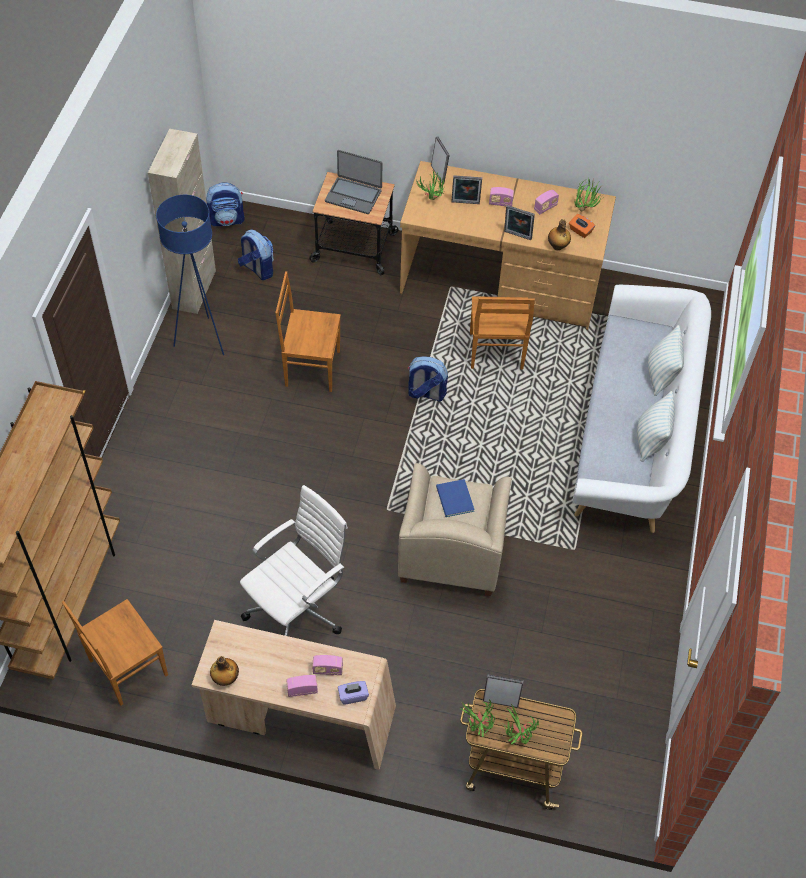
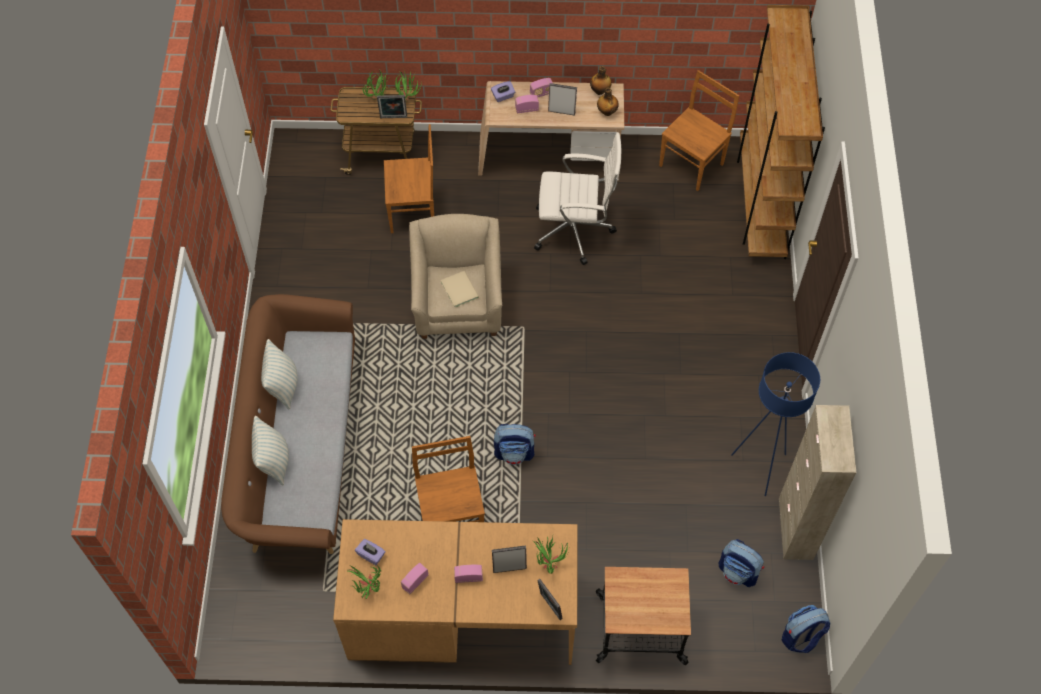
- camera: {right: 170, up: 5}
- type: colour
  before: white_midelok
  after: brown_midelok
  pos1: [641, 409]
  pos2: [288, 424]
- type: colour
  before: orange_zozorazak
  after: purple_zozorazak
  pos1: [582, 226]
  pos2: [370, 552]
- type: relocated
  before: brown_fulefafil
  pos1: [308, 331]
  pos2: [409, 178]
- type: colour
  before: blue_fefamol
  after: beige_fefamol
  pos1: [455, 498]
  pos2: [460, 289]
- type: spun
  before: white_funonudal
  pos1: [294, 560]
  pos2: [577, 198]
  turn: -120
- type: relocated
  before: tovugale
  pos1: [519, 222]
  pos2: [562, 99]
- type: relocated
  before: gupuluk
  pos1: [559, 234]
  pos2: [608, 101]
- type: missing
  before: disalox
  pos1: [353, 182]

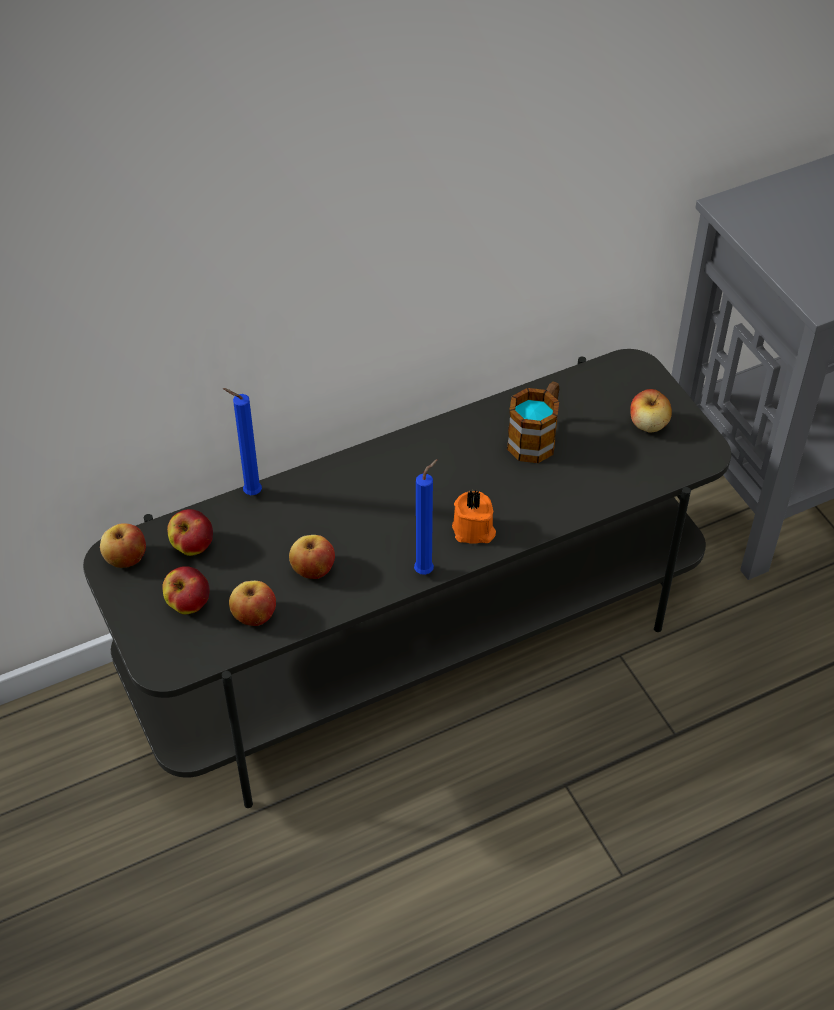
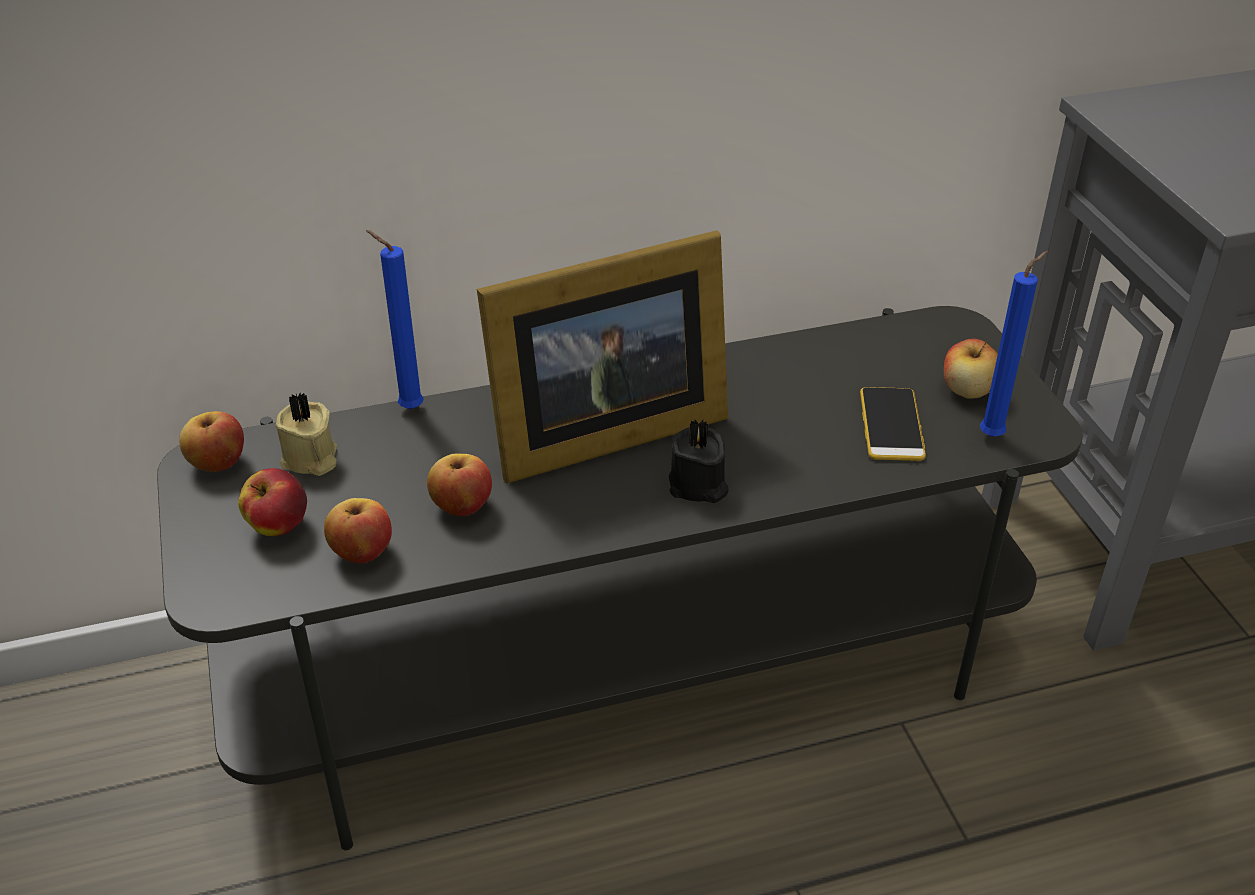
- camera: {right: 10, up: -10}
- type: exchanged
  before: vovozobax
  after: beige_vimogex
  pos1: [190, 532]
  pos2: [306, 434]
- type: appeared
  after: tovugale
  pos2: [602, 357]
- type: colour
  before: orange_vimogex
  after: black_vimogex
  pos1: [474, 517]
  pos2: [699, 461]
- type: appeared
  after: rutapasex
  pos2: [893, 424]
- type: relocated
  before: blue_vimogex
  pos1: [426, 517]
  pos2: [1014, 344]
- type: missing
  before: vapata
  pos1: [533, 422]

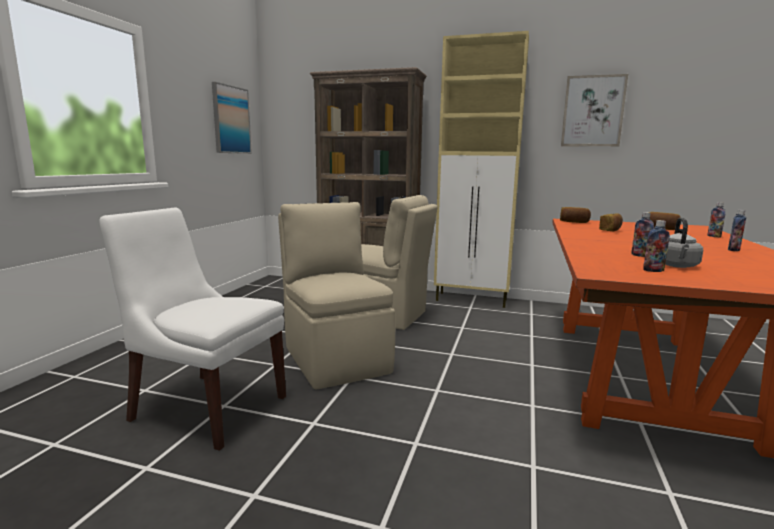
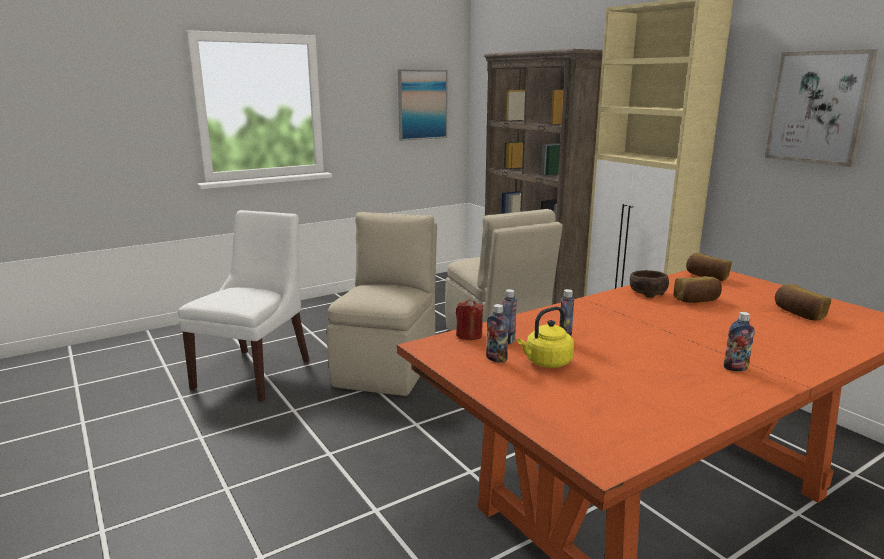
- camera: {right: 40, up: 5}
- type: spun
  before: white_fulefafil
  pos1: [192, 329]
  pos2: [244, 306]
  turn: 45
- type: appeared
  after: red_vimogex
  pos2: [470, 319]
- type: relocated
  before: gupuluk
  pos1: [716, 220]
  pos2: [510, 316]
- type: colour
  before: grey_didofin
  after: yellow_didofin
  pos1: [684, 243]
  pos2: [546, 337]
- type: appeared
  after: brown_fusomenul
  pos2: [649, 284]

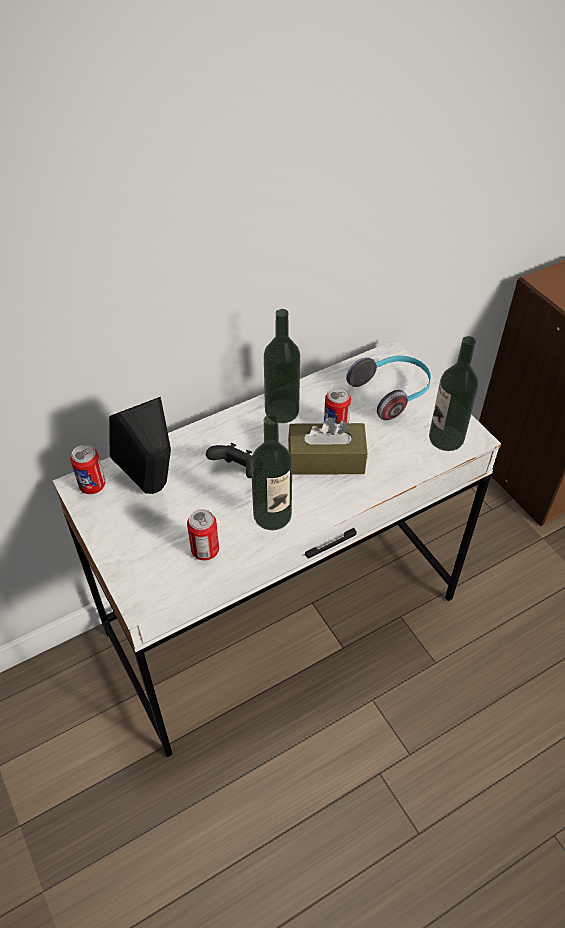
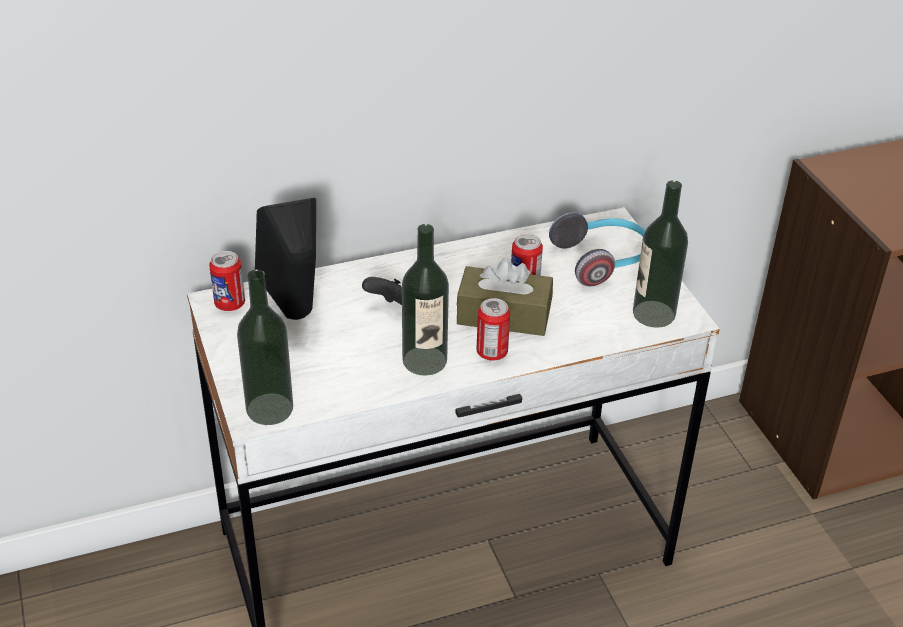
- camera: {right: 10, up: -10}
- type: relocated
  before: gupuluk
  pos1: [282, 366]
  pos2: [265, 347]
- type: relocated
  before: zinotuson
  pos1: [203, 535]
  pos2: [493, 329]

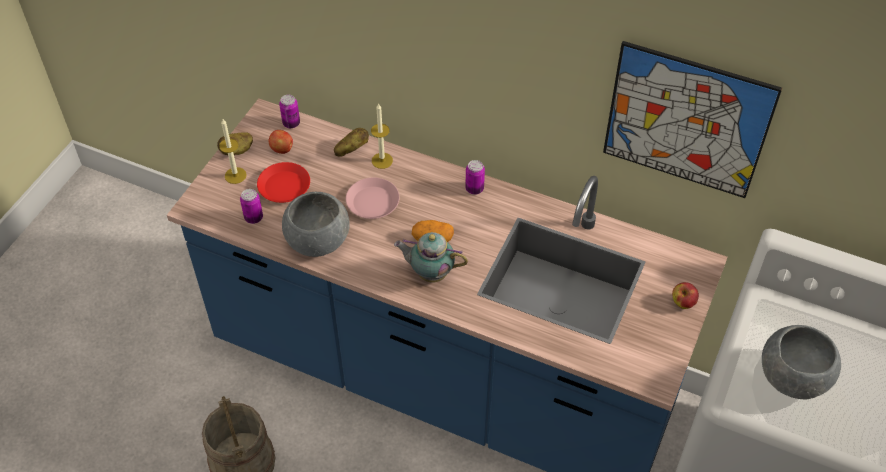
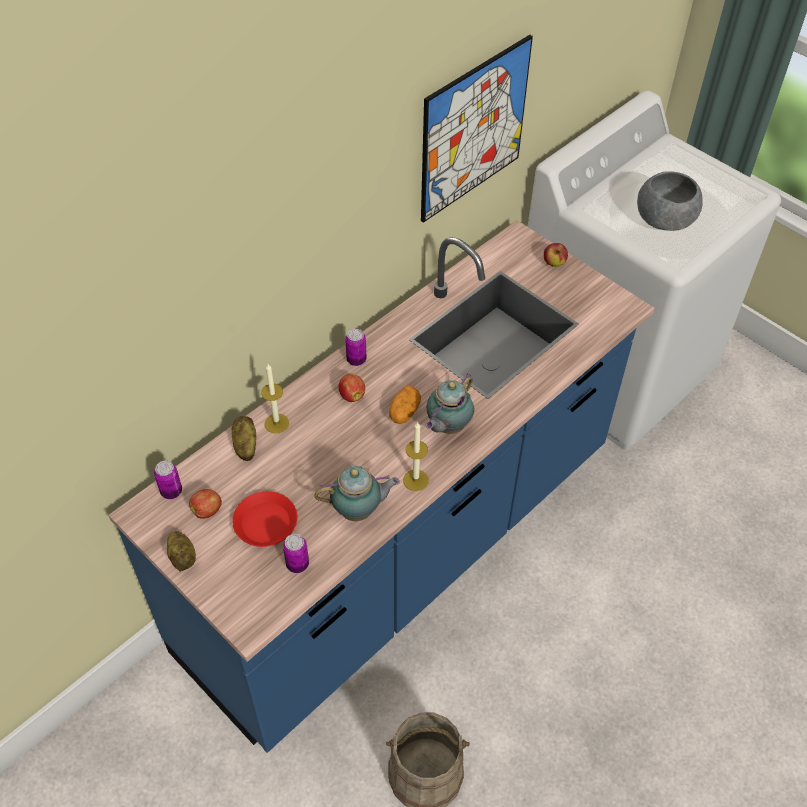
- camera: {right: -70, up: 0}
- type: exchanged
  before: grey_fusomenul
  after: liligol
  pos1: [316, 224]
  pos2: [357, 493]
- type: appeared
  after: vovozobax
  pos2: [351, 387]
- type: relocated
  before: vimogex
  pos1: [233, 151]
  pos2: [416, 456]
- type: missing
  before: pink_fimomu
  pos1: [373, 198]

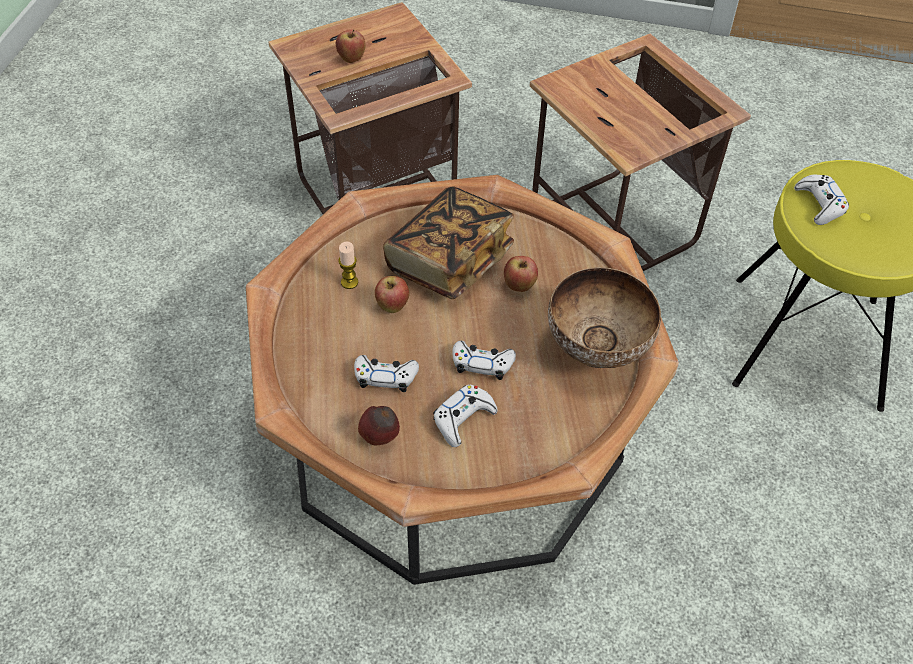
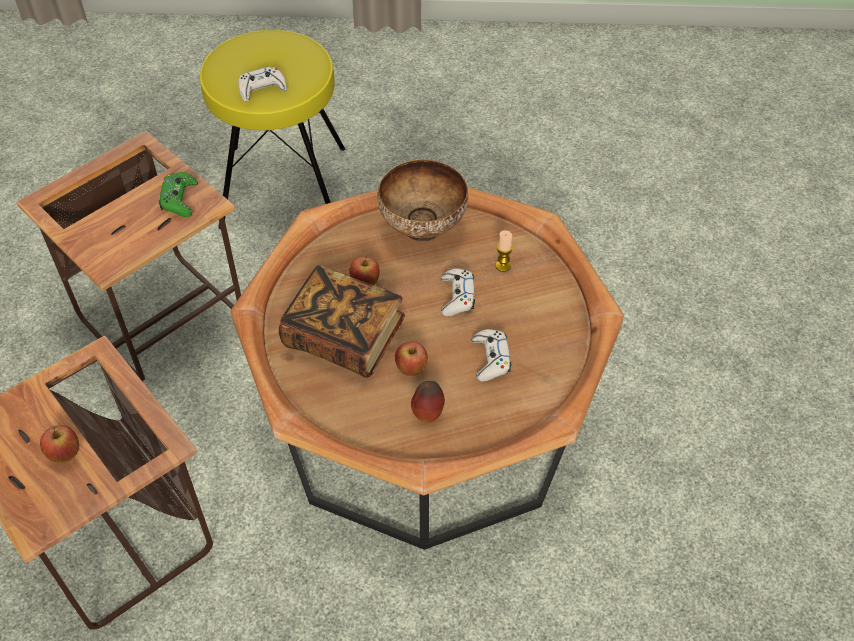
- camera: {right: -100, up: 0}
- type: appeared
  after: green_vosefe
  pos2: [178, 194]
- type: relocated
  before: vovozobax
  pos1: [379, 425]
  pos2: [428, 402]
- type: relocated
  before: vimogex
  pos1: [348, 265]
  pos2: [504, 251]
- type: missing
  before: white_vosefe
  pos1: [465, 415]

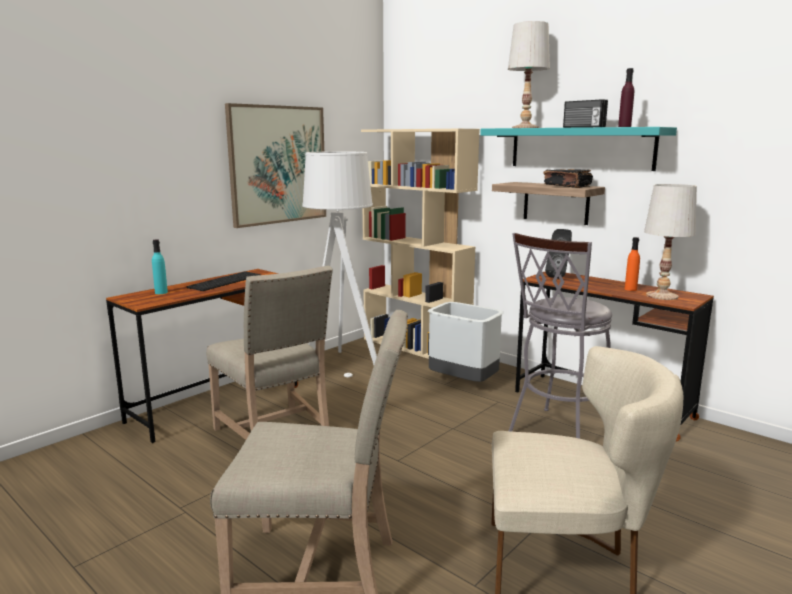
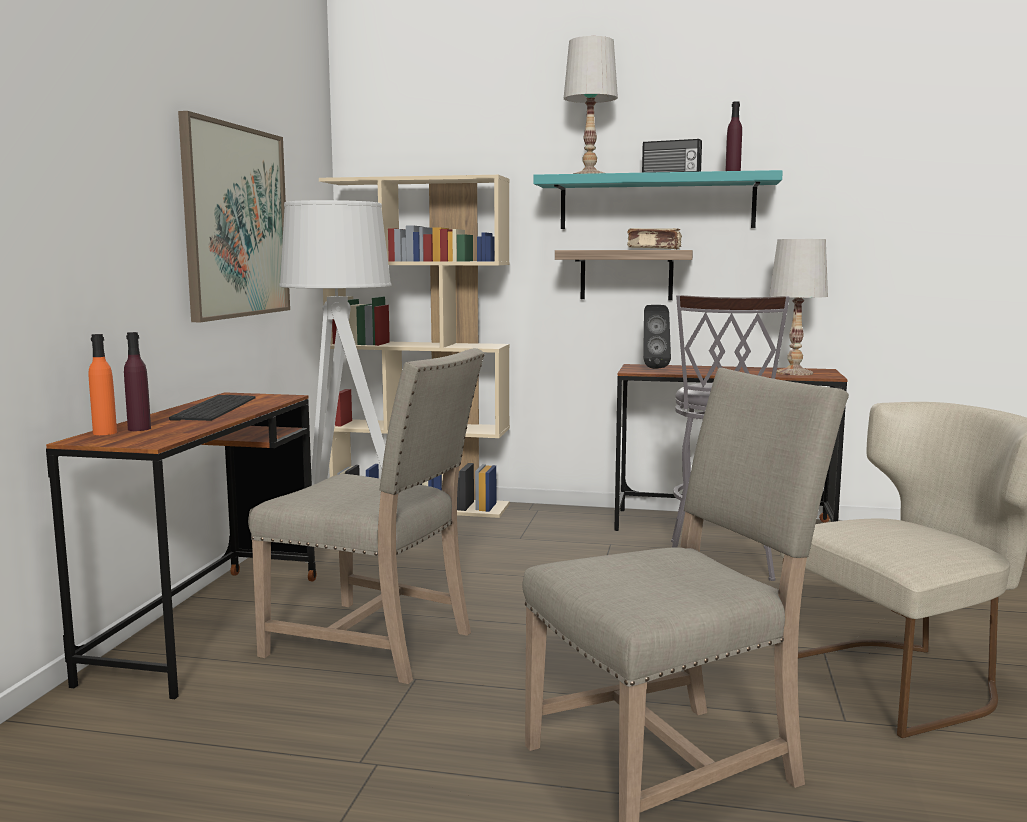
- camera: {right: -30, up: -5}
- type: relocated
  before: orange_gupuluk
  pos1: [632, 264]
  pos2: [102, 384]
- type: colour
  before: turquoise_gupuluk
  after: purple_gupuluk
  pos1: [160, 266]
  pos2: [137, 381]
- type: colour
  before: black_fefamol
  after: beige_fefamol
  pos1: [568, 178]
  pos2: [654, 239]
- type: missing
  before: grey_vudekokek
  pos1: [466, 342]

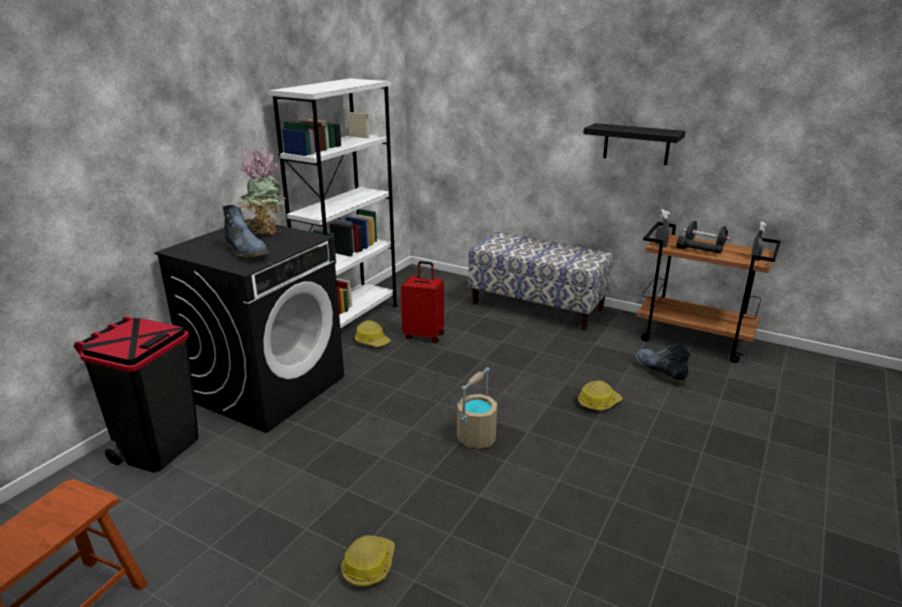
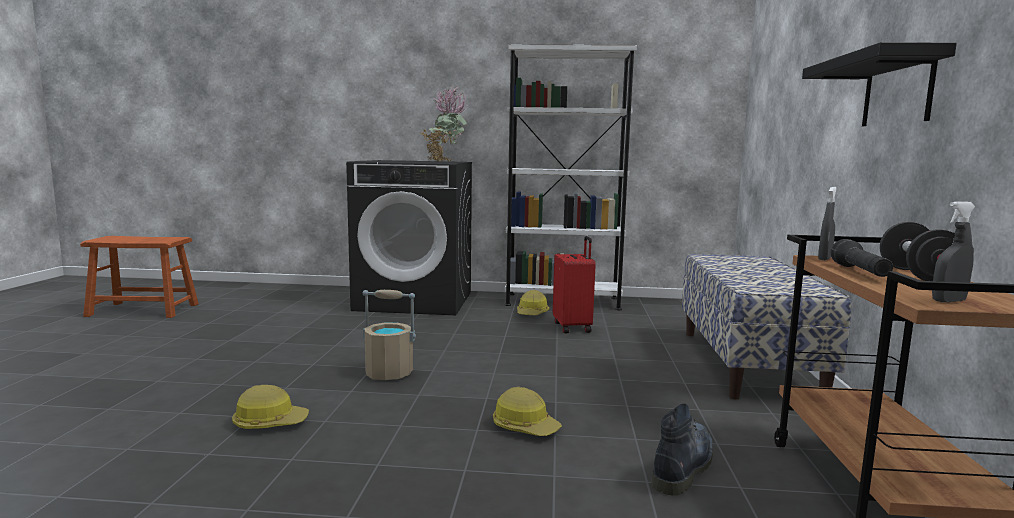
- camera: {right: 65, up: -15}
- type: relocated
  before: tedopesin
  pos1: [368, 561]
  pos2: [270, 407]
- type: missing
  before: black_vudekokek
  pos1: [136, 394]
- type: missing
  before: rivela
  pos1: [246, 232]

